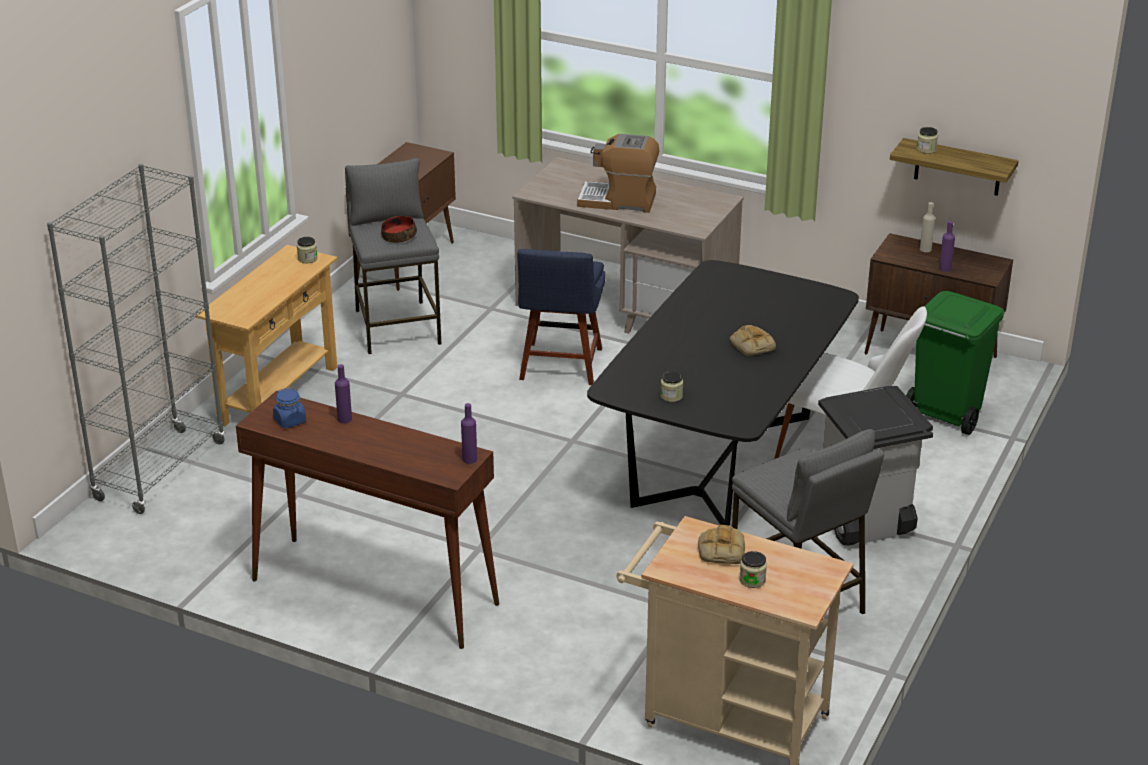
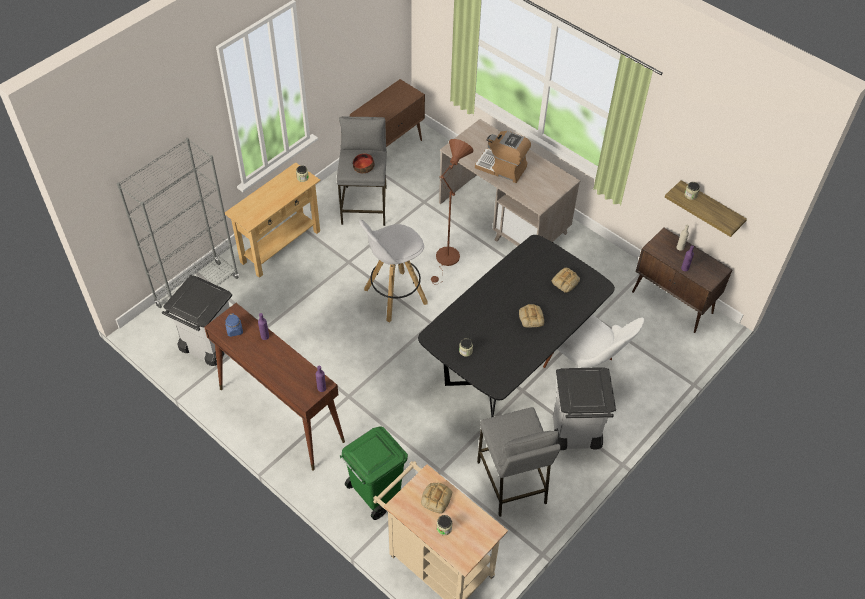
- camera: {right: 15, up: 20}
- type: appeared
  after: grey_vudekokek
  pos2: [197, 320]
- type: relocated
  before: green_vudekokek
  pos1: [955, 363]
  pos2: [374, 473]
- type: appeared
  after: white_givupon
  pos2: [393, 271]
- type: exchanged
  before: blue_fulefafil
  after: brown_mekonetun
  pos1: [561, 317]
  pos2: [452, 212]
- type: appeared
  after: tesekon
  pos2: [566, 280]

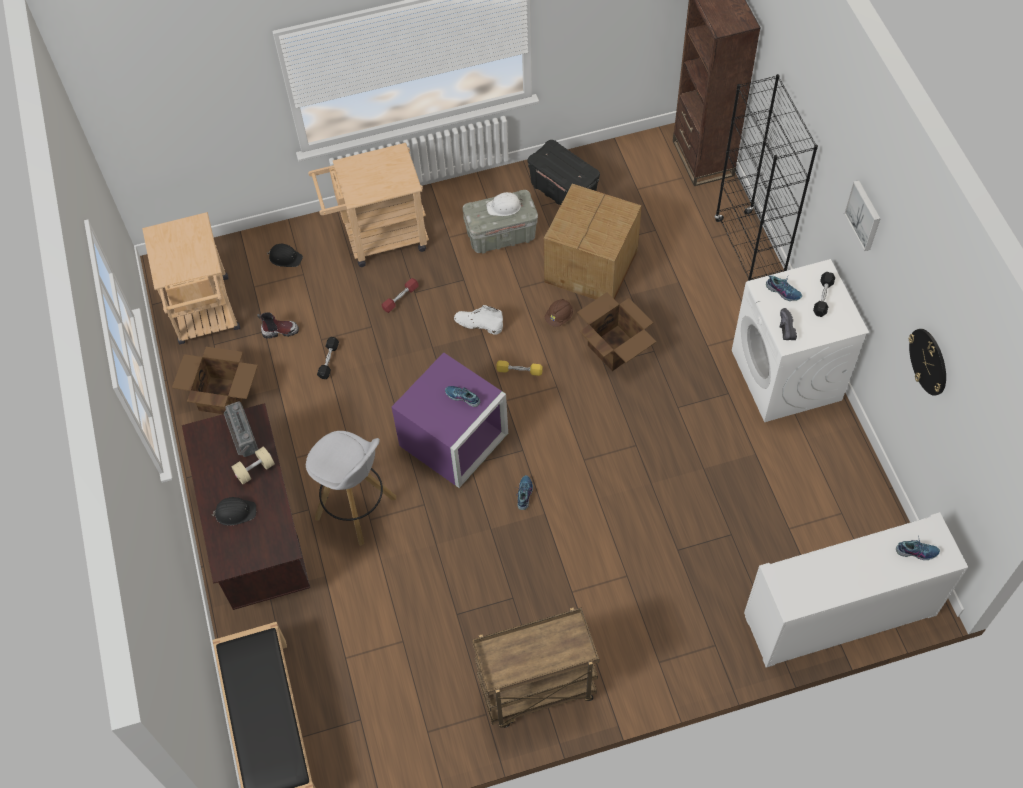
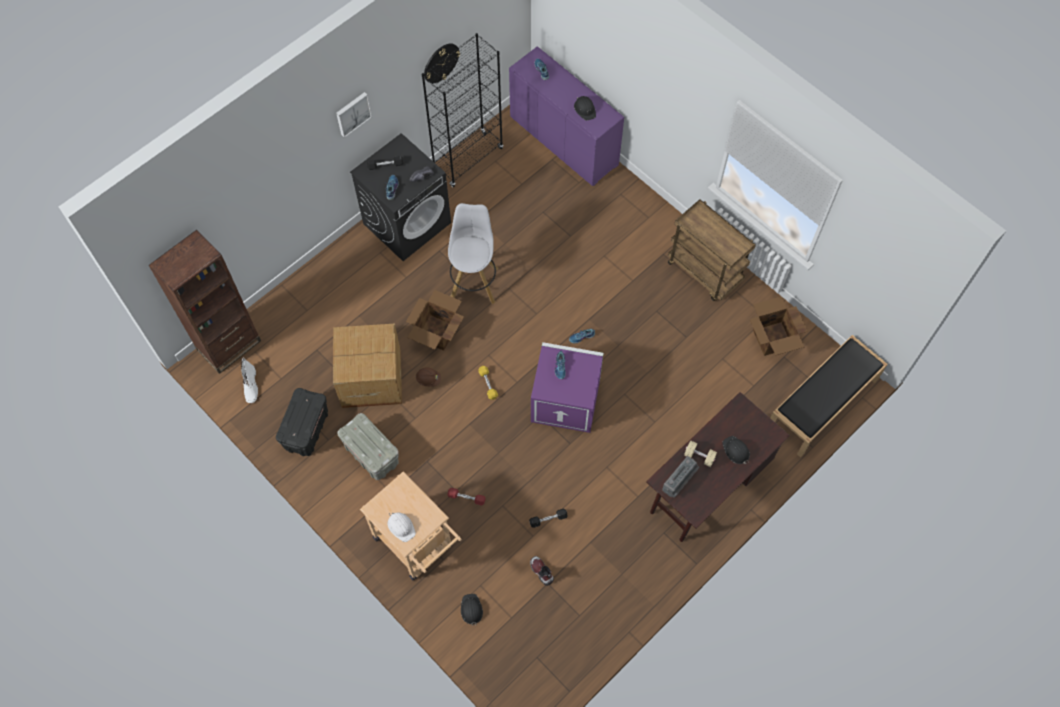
- camera: {right: -120, up: 5}
- type: relocated
  before: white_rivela
  pos1: [478, 320]
  pos2: [249, 380]
- type: colour
  before: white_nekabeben
  after: black_nekabeben
  pos1: [800, 340]
  pos2: [400, 197]
- type: relocated
  before: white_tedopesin
  pos1: [504, 204]
  pos2: [402, 527]
- type: relocated
  before: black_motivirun
  pos1: [766, 177]
  pos2: [462, 110]
- type: relocated
  before: white_givupon
  pos1: [351, 488]
  pos2: [473, 253]
- type: colour
  before: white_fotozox
  after: purple_fotozox
  pos1: [856, 590]
  pos2: [566, 116]
- type: appeared
  after: black_tedopesin
  pos2: [585, 108]
- type: relocated
  before: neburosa
  pos1: [215, 380]
  pos2: [779, 326]
- type: missing
  before: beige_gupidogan
  pos1: [191, 278]

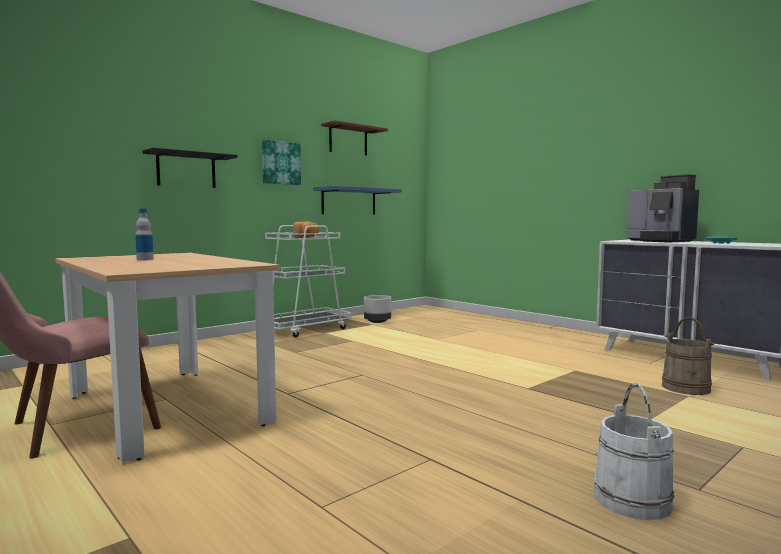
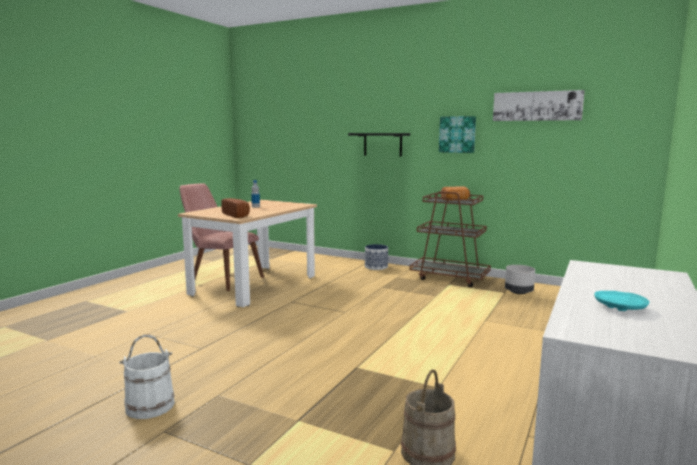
- camera: {right: 70, up: 5}
- type: appeared
  after: tesekon
  pos2: [235, 208]
- type: appeared
  after: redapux
  pos2: [376, 257]
- type: colour
  before: white_gupidogan
  after: brown_gupidogan
  pos1: [303, 281]
  pos2: [450, 238]
- type: exchanged
  before: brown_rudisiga
  after: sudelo
  pos1: [354, 138]
  pos2: [539, 105]
- type: missing
  before: blue_rudisiga
  pos1: [357, 200]
- type: missing
  before: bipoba
  pos1: [662, 208]

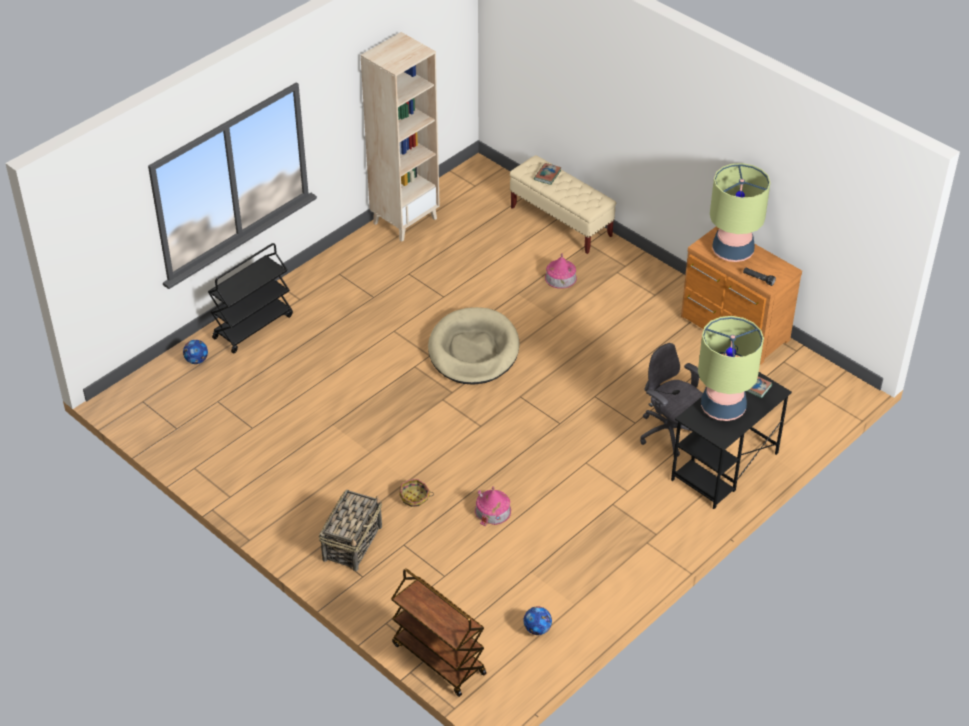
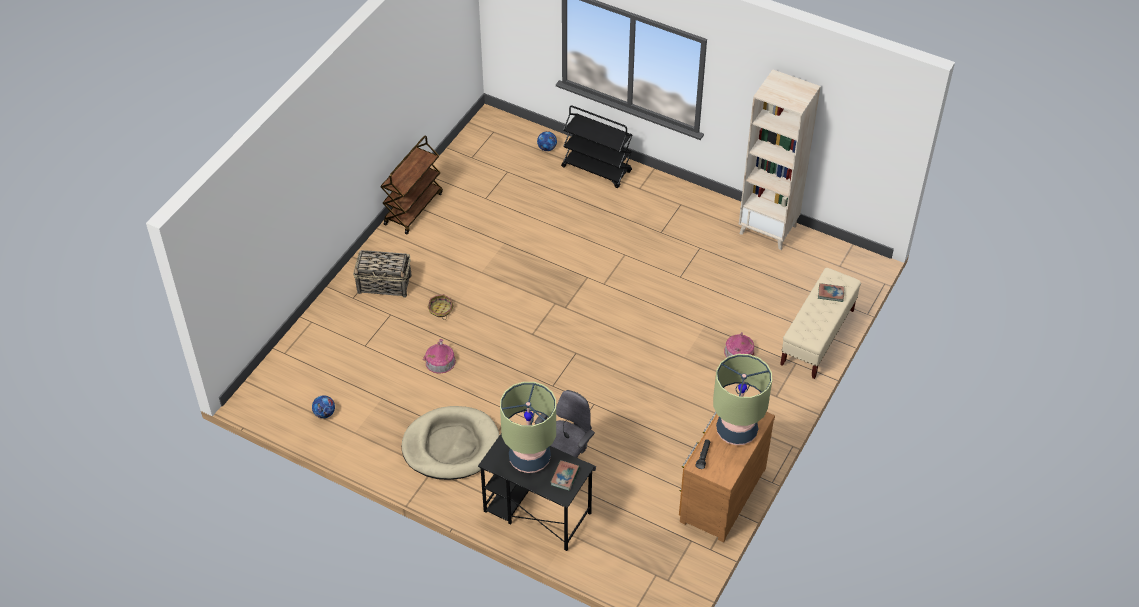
- camera: {right: 75, up: 5}
- type: relocated
  before: brown_gupidogan
  pos1: [439, 632]
  pos2: [412, 184]
- type: relocated
  before: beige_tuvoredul
  pos1: [473, 346]
  pos2: [451, 443]

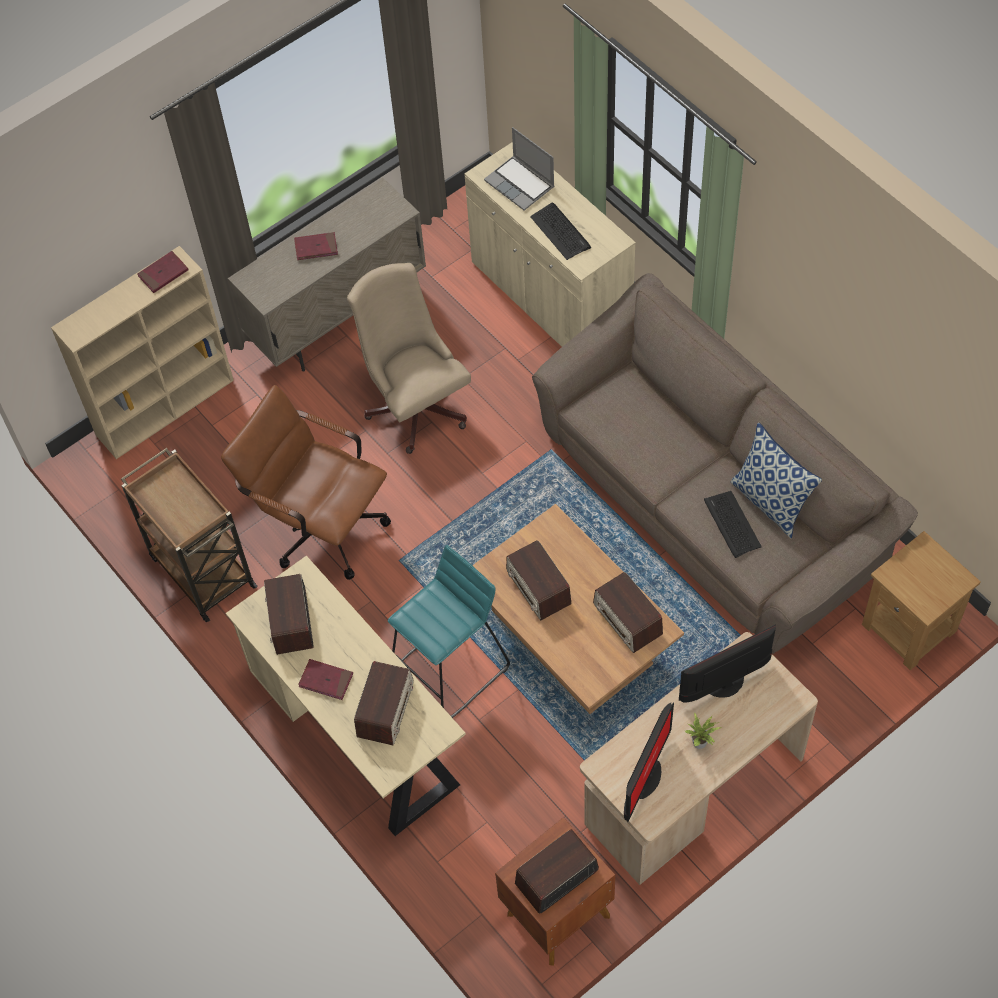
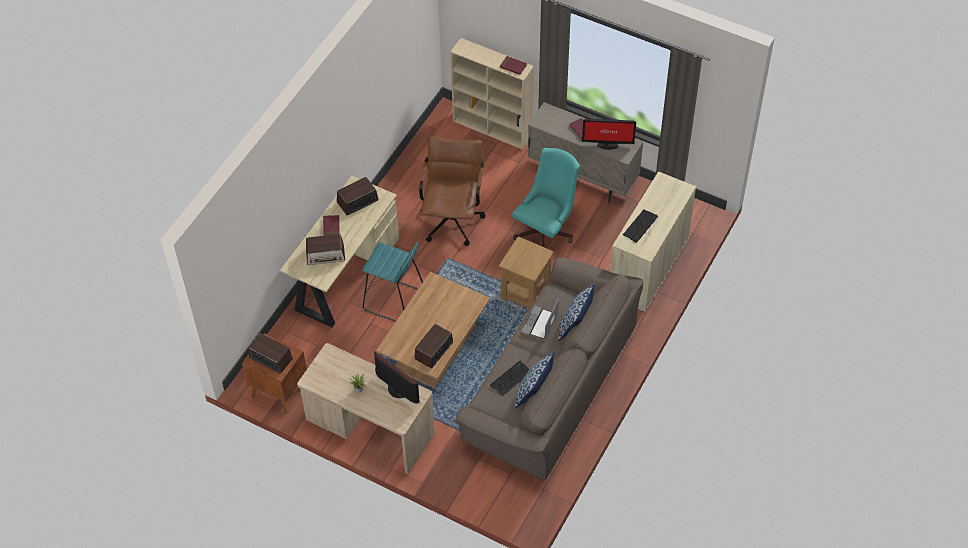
- camera: {right: 65, up: -5}
- type: relocated
  before: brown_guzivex
  pos1: [921, 600]
  pos2: [526, 274]
- type: colour
  before: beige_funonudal
  after: turquoise_funonudal
  pos1: [409, 358]
  pos2: [546, 198]
- type: relocated
  before: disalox
  pos1: [519, 169]
  pos2: [540, 320]
- type: appeared
  after: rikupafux
  pos2: [576, 312]
- type: relocated
  before: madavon
  pos1: [649, 762]
  pos2: [609, 134]
- type: missing
  before: brown_gupidogan
  pos1: [189, 535]
- type: missing
  before: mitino
  pos1: [538, 580]

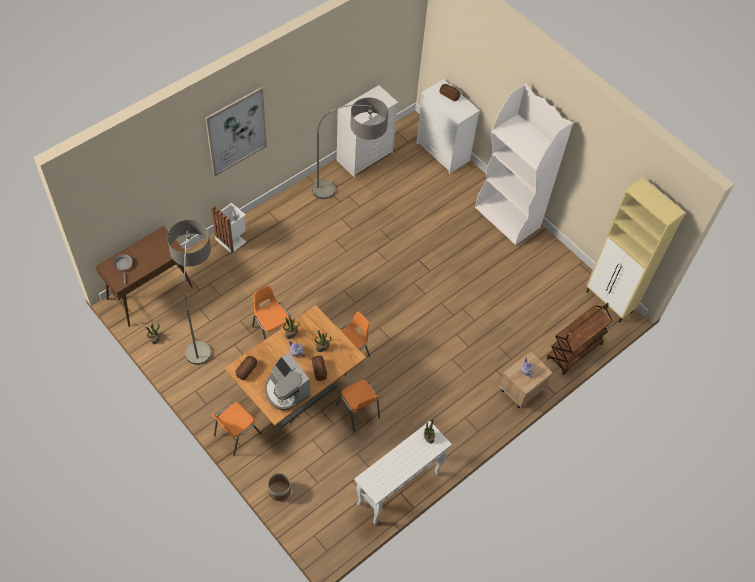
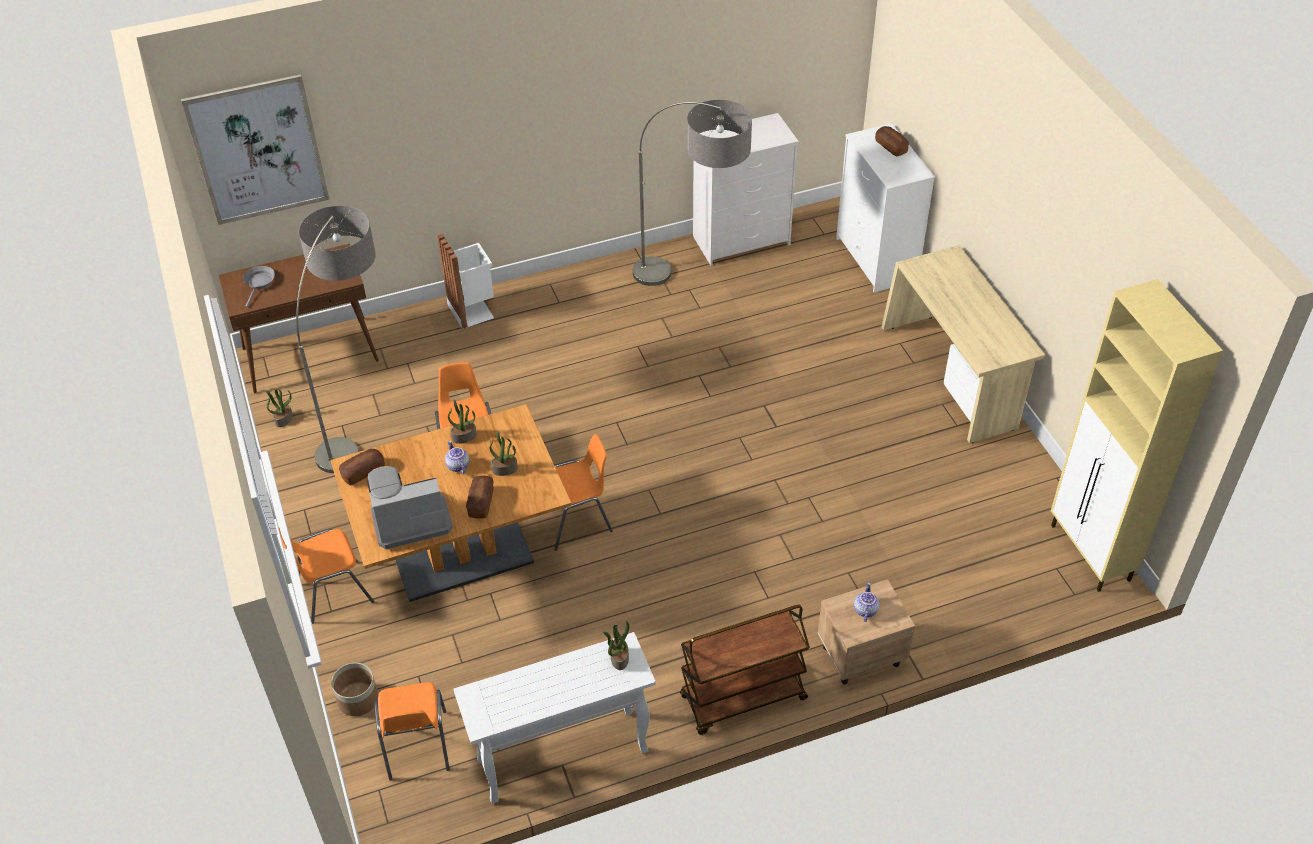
- camera: {right: 25, up: -10}
- type: relocated
  before: sudelo
  pos1: [236, 132]
  pos2: [255, 149]
- type: spun
  before: bipoba
  pos1: [288, 382]
  pos2: [410, 507]
  turn: 90
- type: relocated
  before: orange_fulefafil
  pos1: [358, 406]
  pos2: [412, 731]
- type: relocated
  before: brown_gupidogan
  pos1: [579, 339]
  pos2: [745, 670]
- type: exchanged
  before: white_motivirun
  after: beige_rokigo
  pos1: [524, 164]
  pos2: [963, 344]

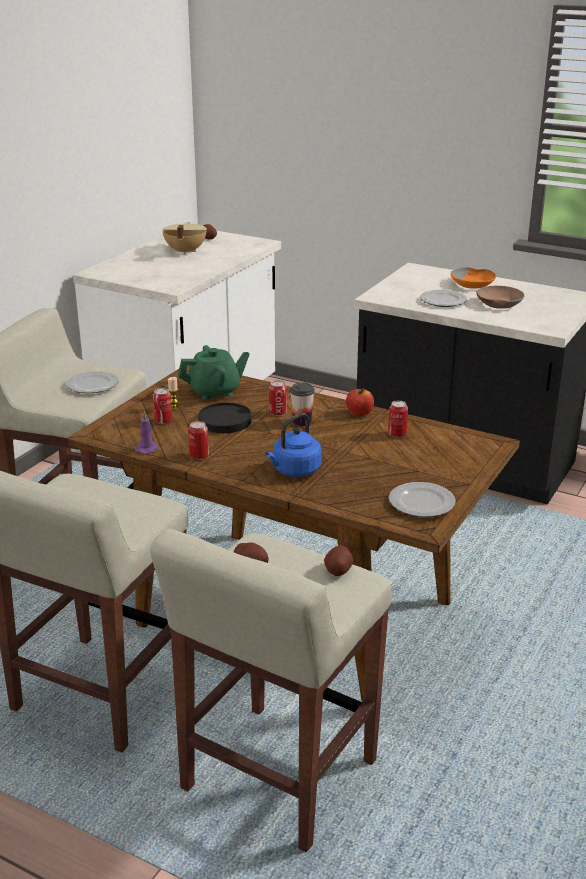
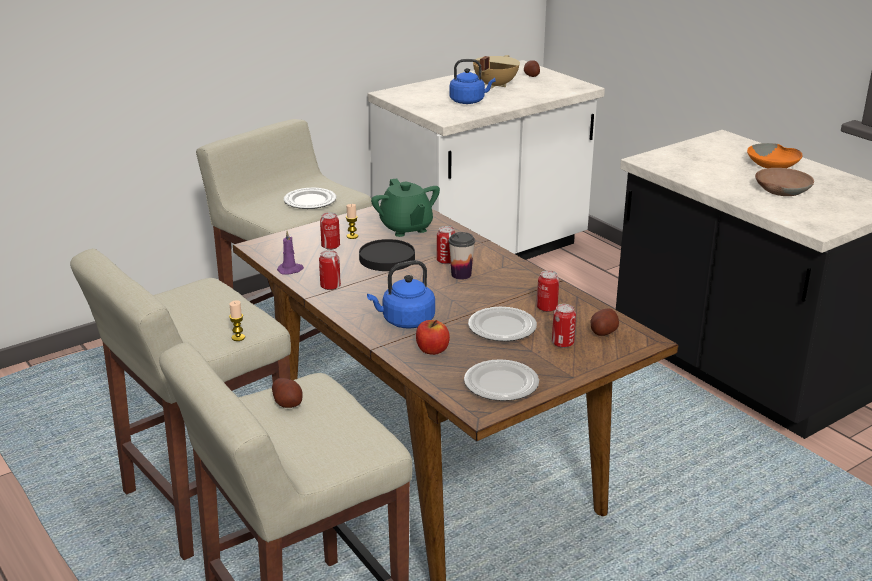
- camera: {right: 25, up: 0}
- type: appeared
  after: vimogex
  pos2: [237, 320]
- type: spun
  before: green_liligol
  pos1: [214, 372]
  pos2: [405, 207]
  turn: 60
- type: relocated
  before: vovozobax
  pos1: [360, 402]
  pos2: [433, 337]
- type: appeared
  after: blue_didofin
  pos2: [472, 81]
- type: relocated
  before: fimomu
  pos1: [443, 298]
  pos2: [502, 324]
- type: appeared
  after: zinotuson
  pos2: [564, 326]
- type: relocated
  before: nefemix
  pos1: [338, 560]
  pos2: [605, 322]

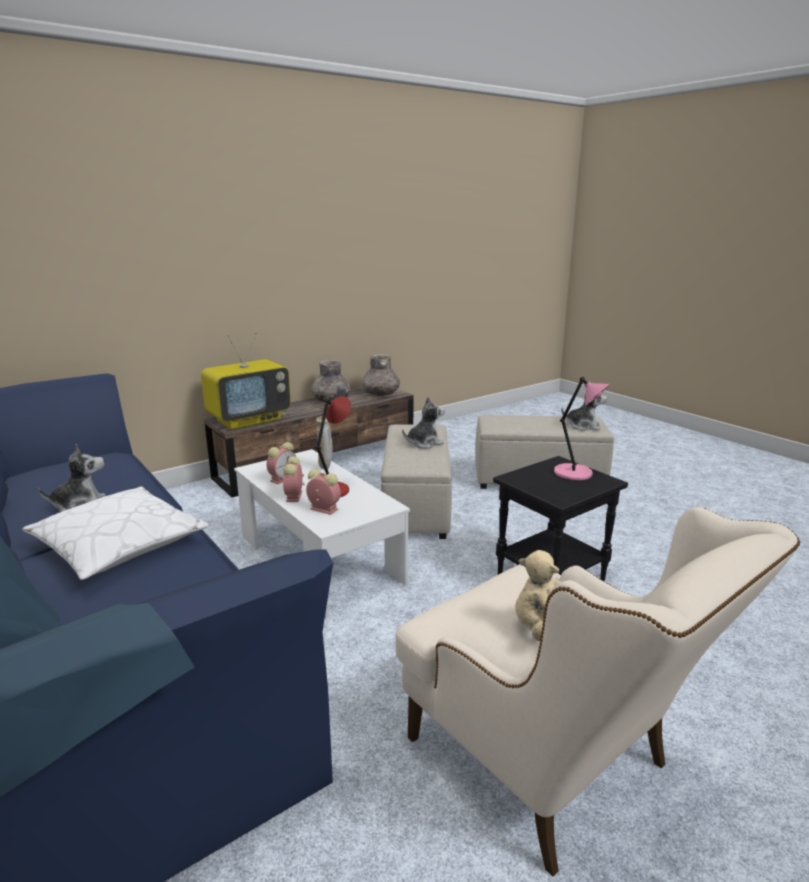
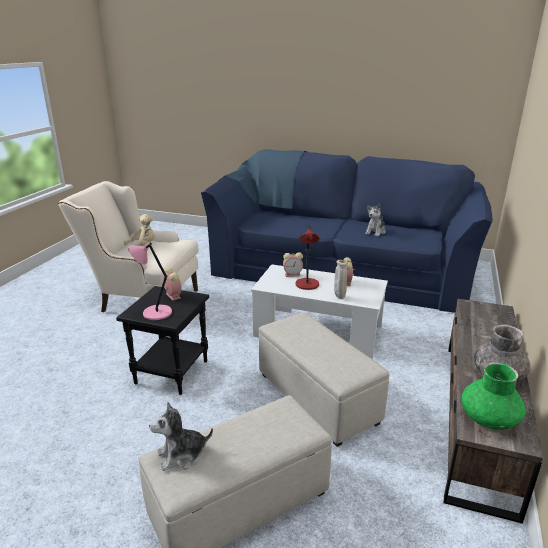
- camera: {right: 145, up: 5}
- type: relocated
  before: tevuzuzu
  pos1: [293, 479]
  pos2: [172, 284]
- type: colour
  before: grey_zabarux
  after: green_zabarux
  pos1: [381, 375]
  pos2: [493, 396]
- type: missing
  before: white_rikupafux
  pos1: [115, 533]
- type: missing
  before: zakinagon
  pos1: [246, 381]
- type: missing
  before: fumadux
  pos1: [423, 423]

